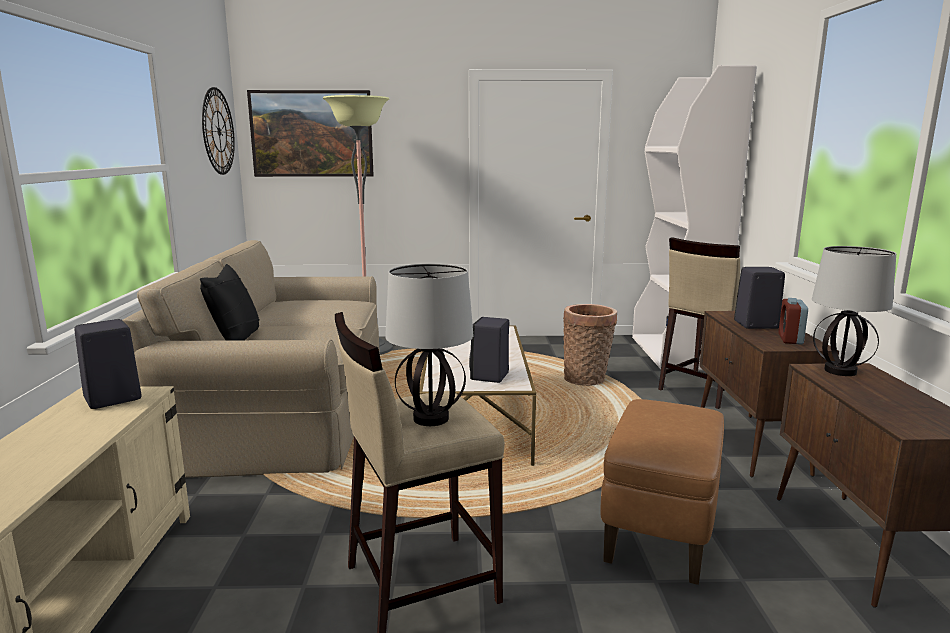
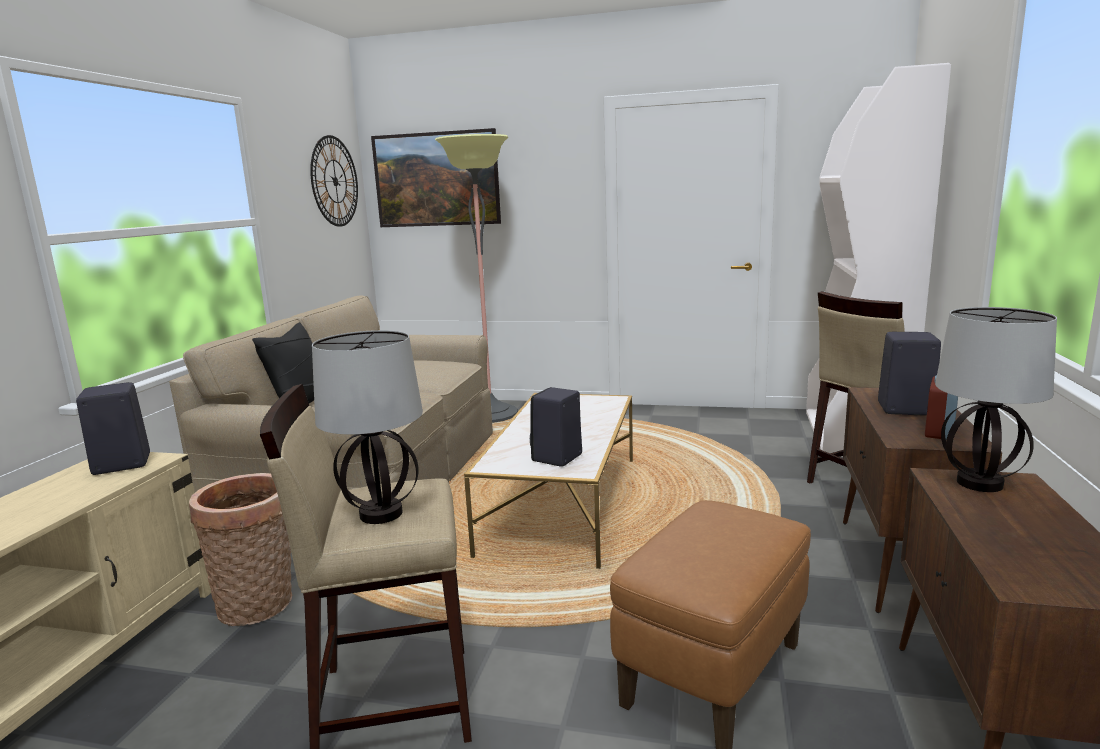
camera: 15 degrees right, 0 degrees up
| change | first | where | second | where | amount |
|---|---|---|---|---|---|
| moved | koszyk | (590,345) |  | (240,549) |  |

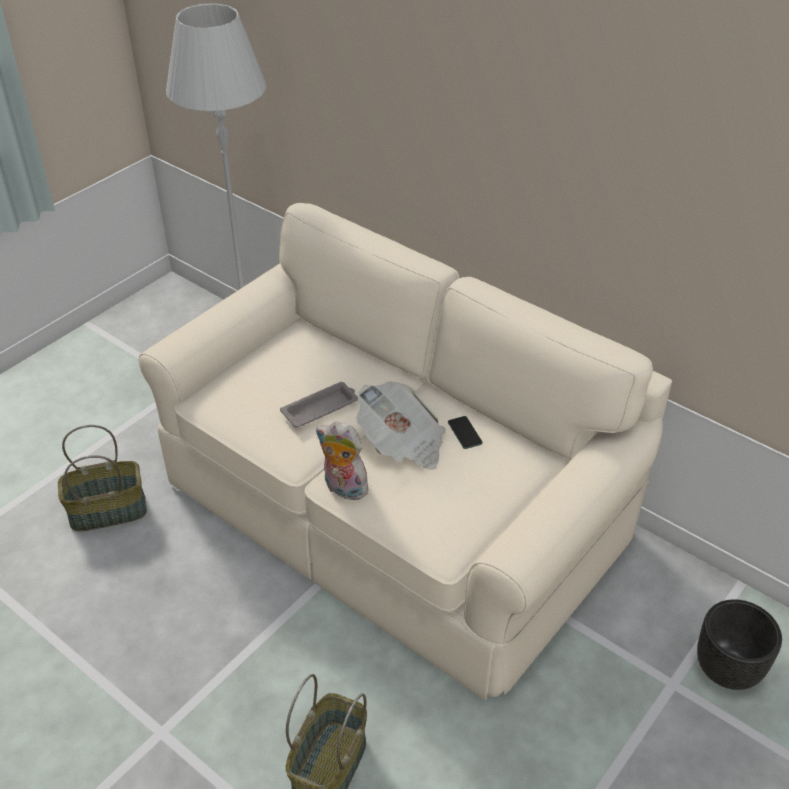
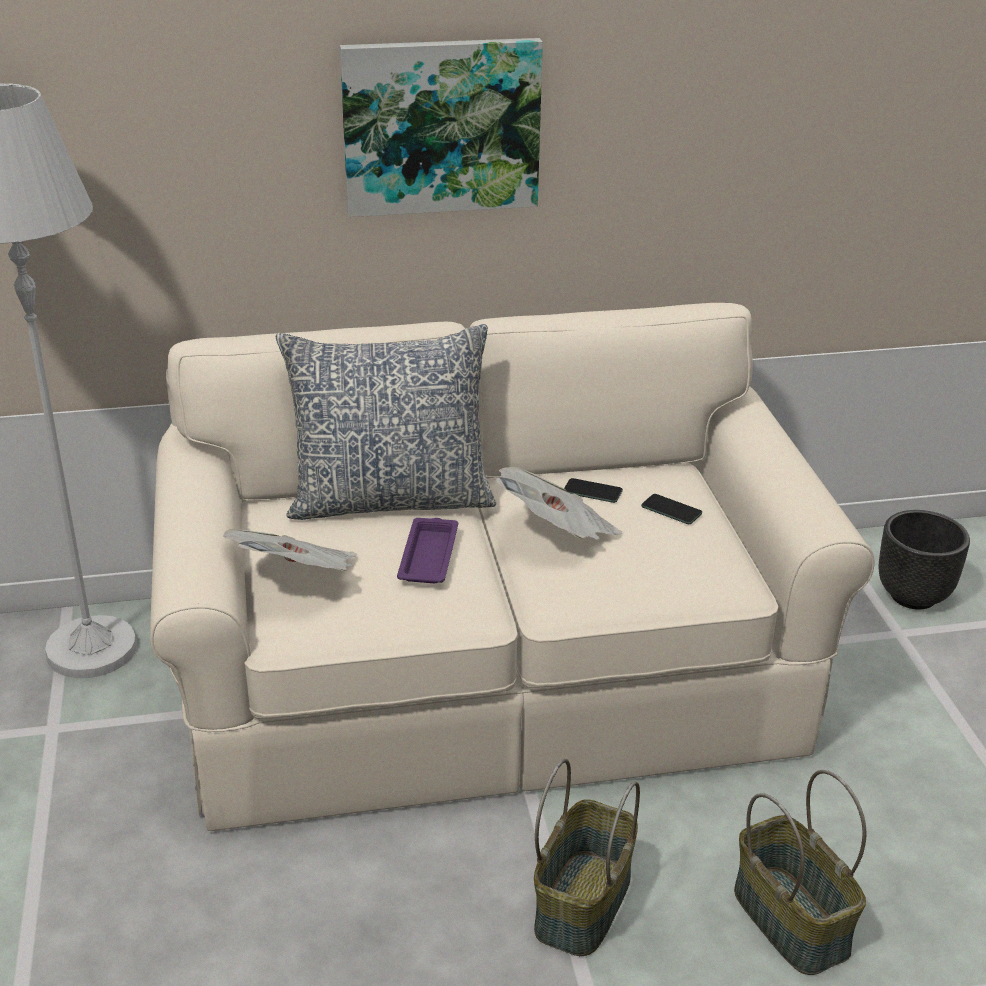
camera: 50 degrees left, 10 degrees down
| change | first | where | second | where | amount |
|---|---|---|---|---|---|
| removed | pluszak | (345,462) |  |  |  |
| added |  |  | gazeta | (290,550) |  |
| added |  |  | poduszka | (386,422) |  |
| added |  |  | obraz | (441,127) |  |
| added |  |  | telefon | (671,509) |  |
| moved | koszyk | (102,478) |  | (587,857) |  |
| recoloured | taca (szary) | (319,404) | taca (fioletowy) | (427,550) |  |

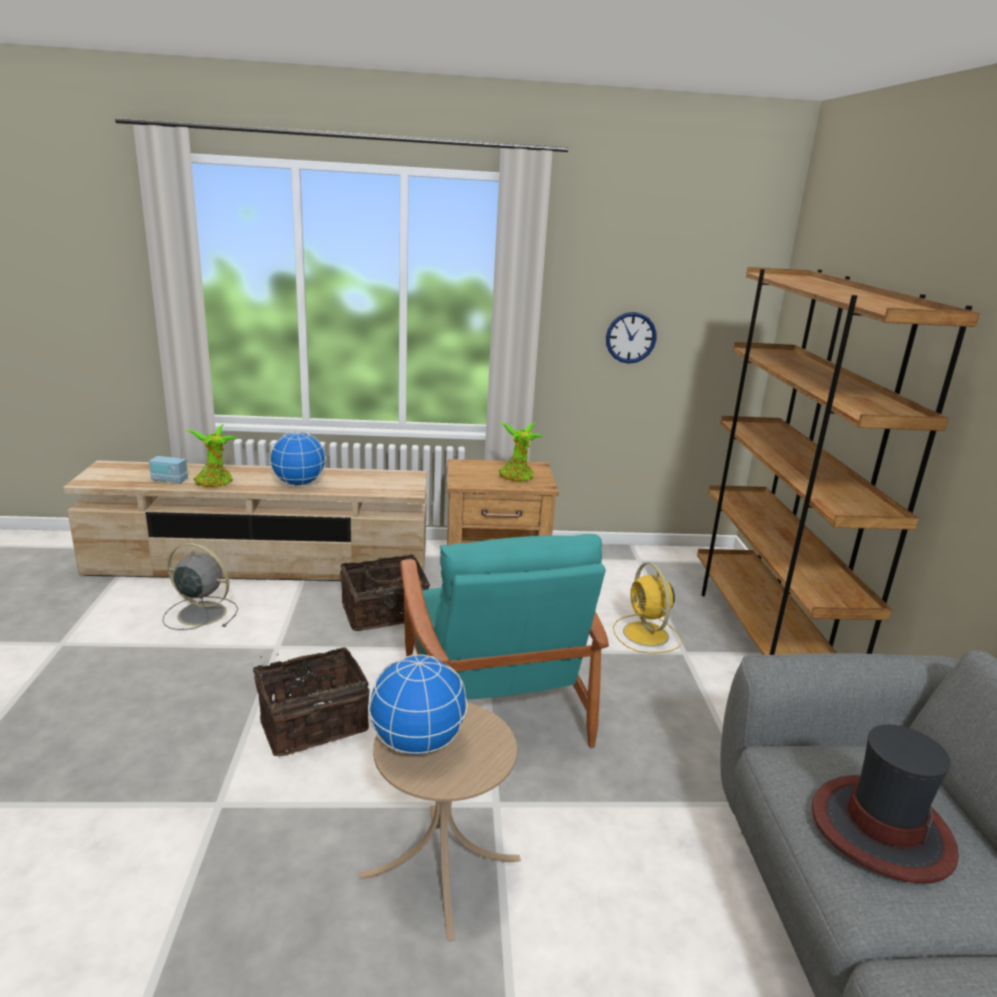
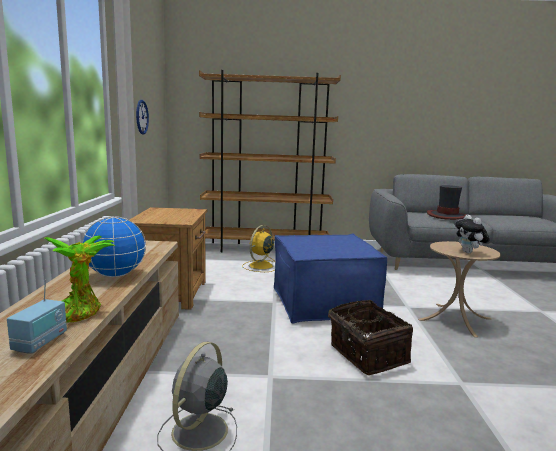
camera: 85 degrees left, 10 degrees down
| change | first | where | second | where | amount |
|---|---|---|---|---|---|
| removed | koszyk | (385,592) |  |  |  |
| removed | roślina doniczkowa | (521,451) |  |  |  |
| replaced | globus | (418,705) | pluszak | (472,233) |  |
| replaced | fotel (turkusowy) | (504,641) | pufa (niebieski) | (330,278) |  |
| turned | wentylator (żółty) | (647,608) |  | (258,248) | 135 degrees clockwise |

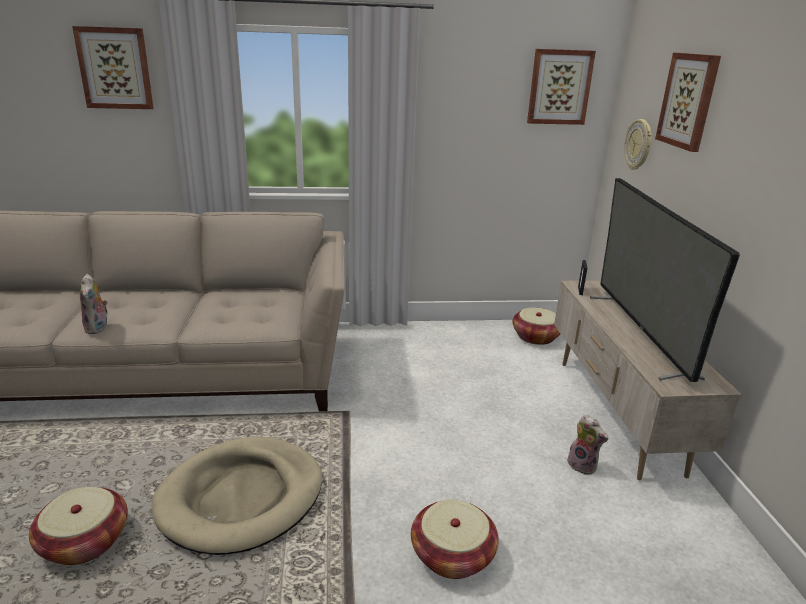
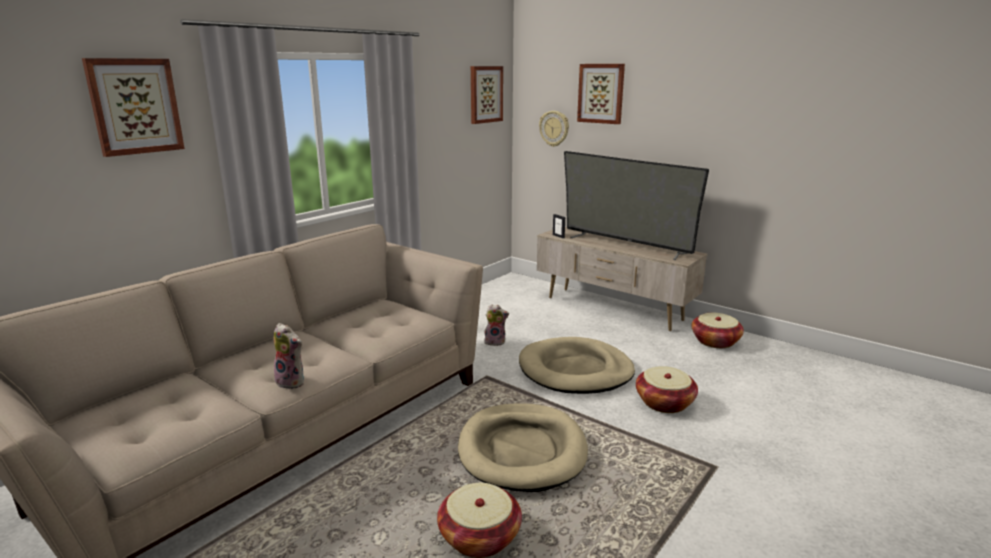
camera: 45 degrees left, 5 degrees down
| change | first | where | second | where | amount |
|---|---|---|---|---|---|
| added |  |  | legowisko (beżowy) | (577,365) |  |
| moved | koszyk | (536,326) |  | (717,330) |  |
| moved | pluszak | (587,445) |  | (496,325) |  |

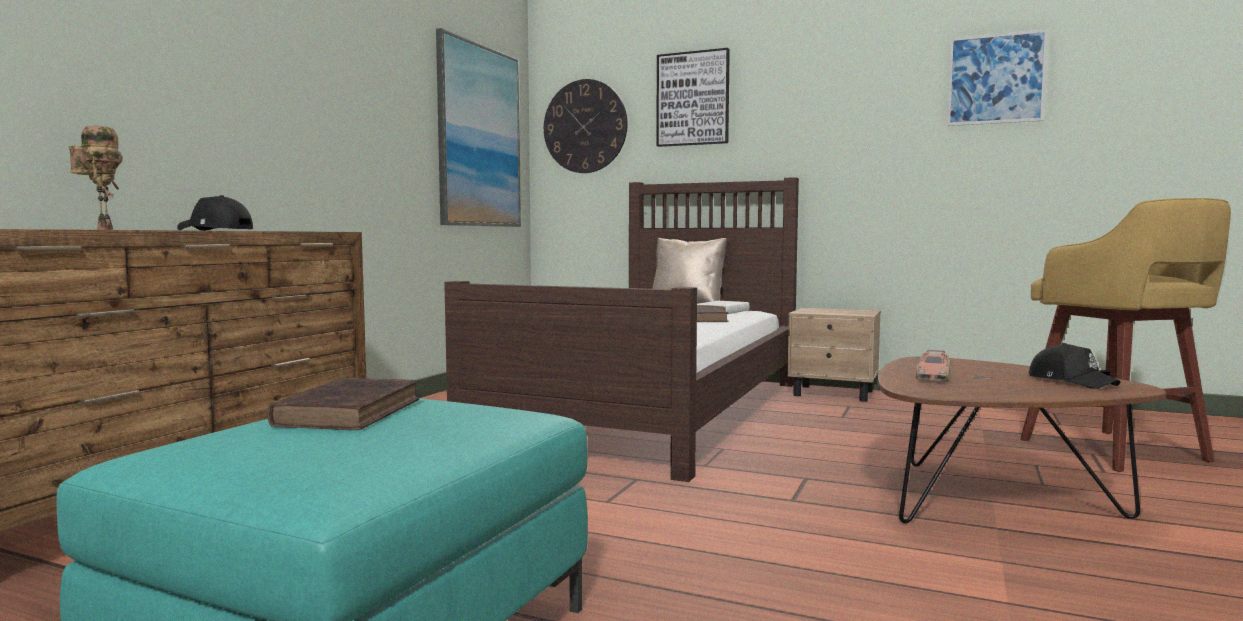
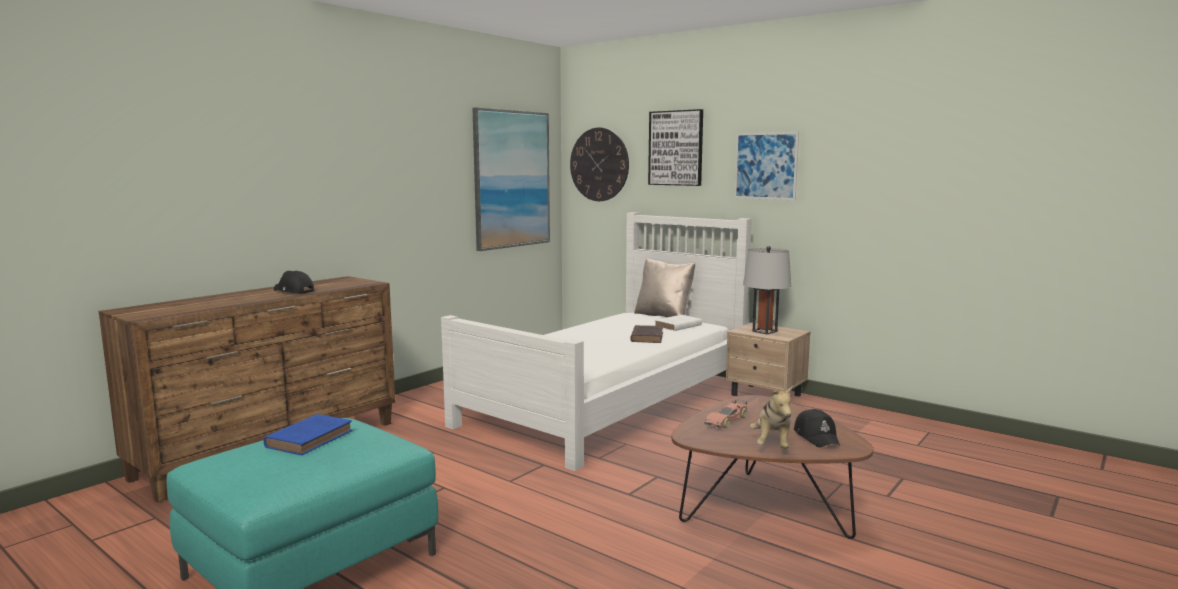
camera: 15 degrees right, 5 degrees up
| change | first | where | second | where | amount |
|---|---|---|---|---|---|
| removed | robot zabawkowy | (96,178) |  |  |  |
| removed | stołek (żółty) | (1125,335) |  |  |  |
| added |  |  | lampa stołowa (szary) | (767,290) |  |
| added |  |  | pluszak | (771,417) |  |
| moved | obraz | (997,77) |  | (766,166) |  |
| recoloured | książka (brązowy) | (343,404) | książka (niebieski) | (308,434) |  |
| recoloured | łóżko (brązowy) | (621,329) | łóżko (biały) | (596,341) |  |

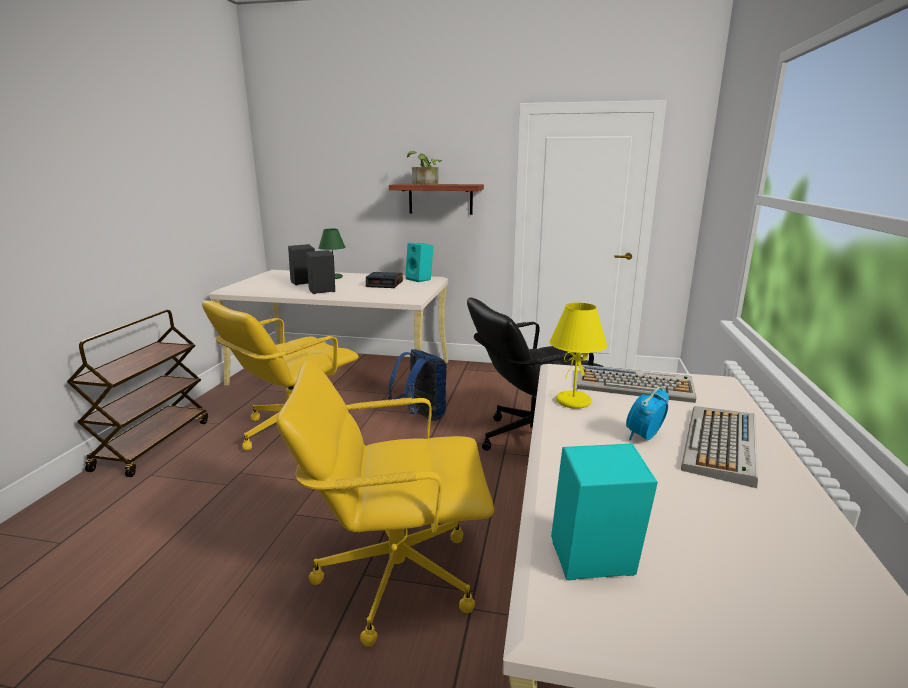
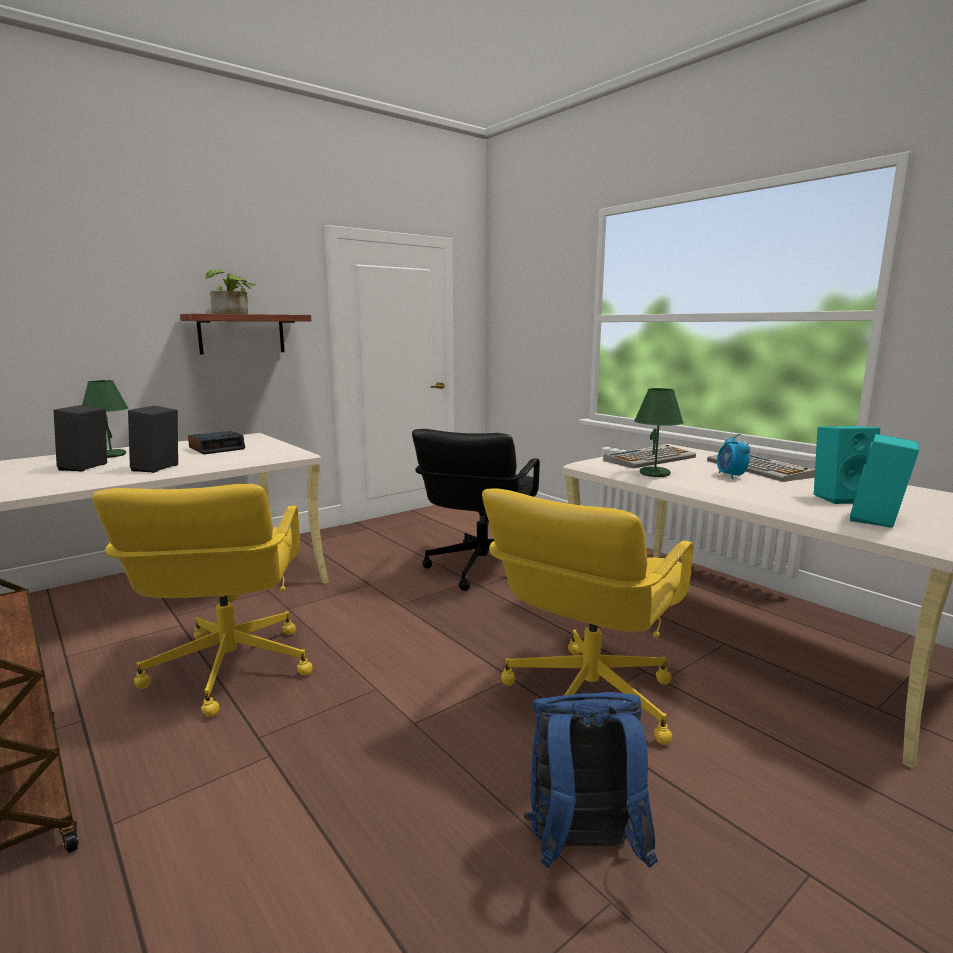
camera: 50 degrees left, 5 degrees down
| change | first | where | second | where | amount |
|---|---|---|---|---|---|
| moved | plecak (niebieski) | (417,385) |  | (590,780) |  |
| moved | głośnik (turkusowy) | (419,262) |  | (847,465) |  |
| recoloured | lampa stołowa (żółty) | (578,356) | lampa stołowa (zielony) | (659,432) |  |

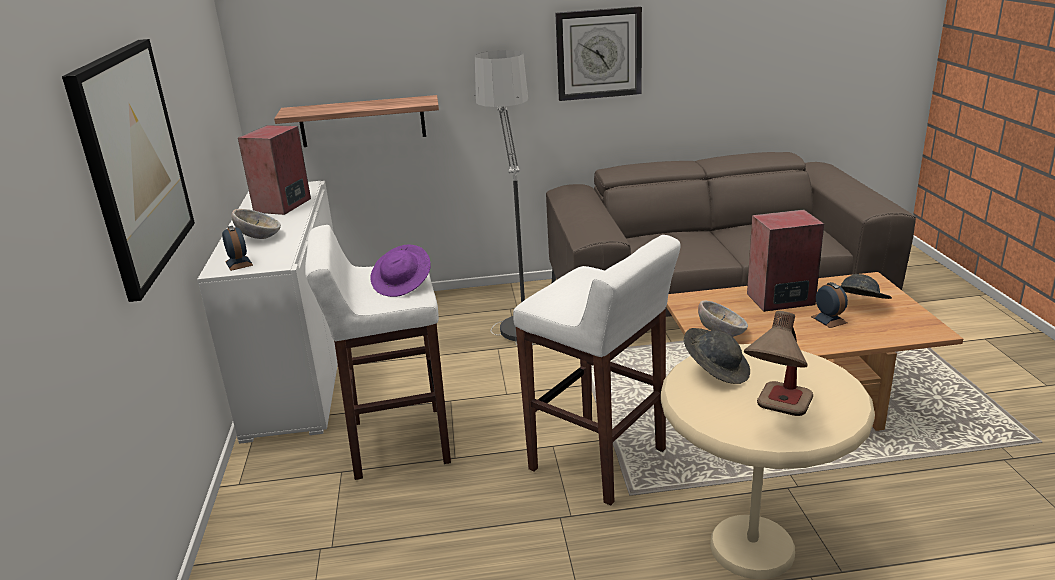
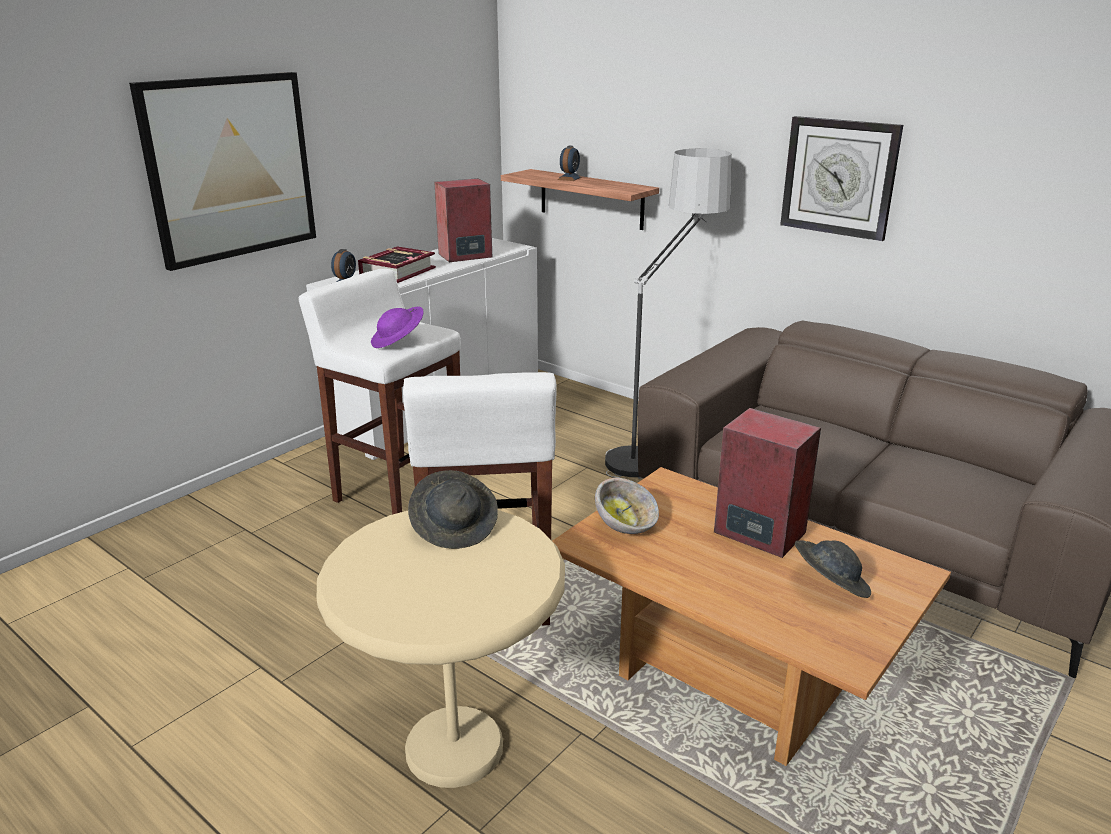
camera: 45 degrees right, 0 degrees up
| change | first | where | second | where | amount |
|---|---|---|---|---|---|
| removed | lampa stołowa | (778,363) |  |  |  |
| moved | budzik | (829,305) |  | (569,163) |  |
| replaced | miska | (256,224) | książka | (397,264) |  |

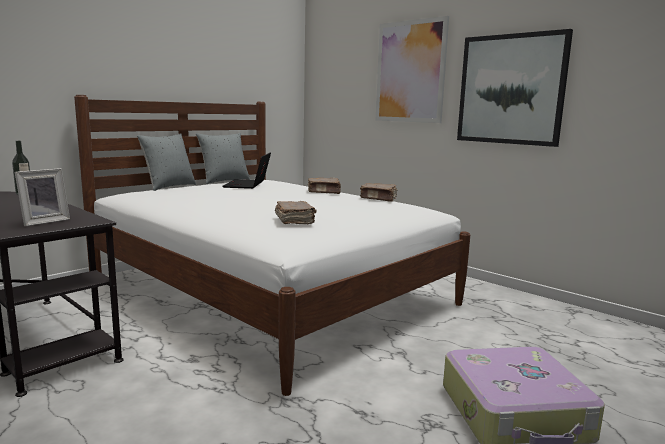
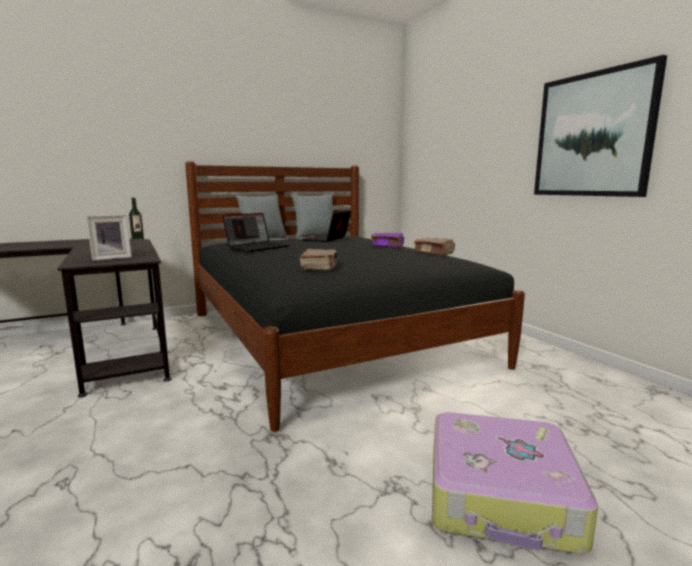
camera: 20 degrees right, 0 degrees up
| change | first | where | second | where | amount |
|---|---|---|---|---|---|
| removed | obraz | (412,69) |  |  |  |
| added |  |  | laptop | (255,232) |  |
| recoloured | łóżko (biały) | (272,245) | łóżko (czarny) | (355,296) |  |
| recoloured | książka (brązowy) | (324,186) | książka (fioletowy) | (387,240) |  |

